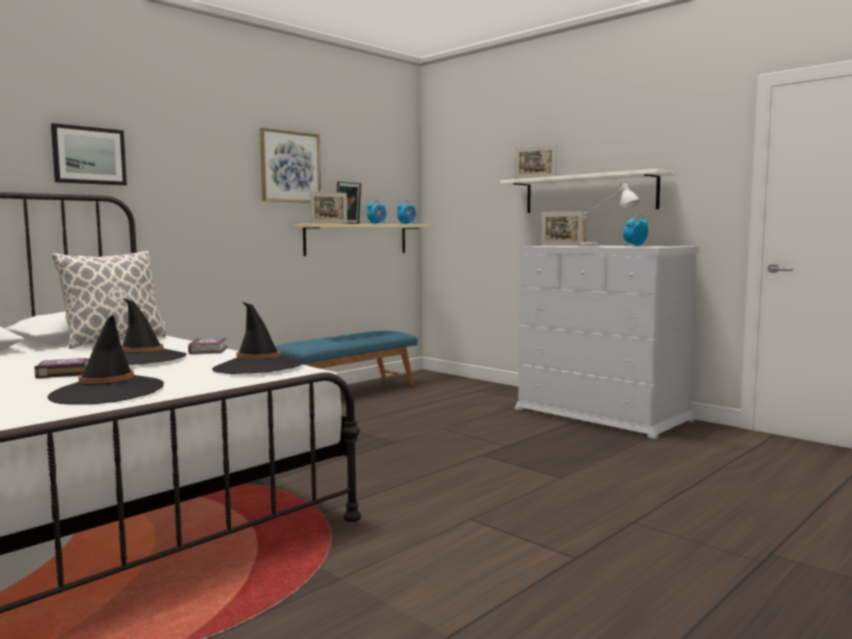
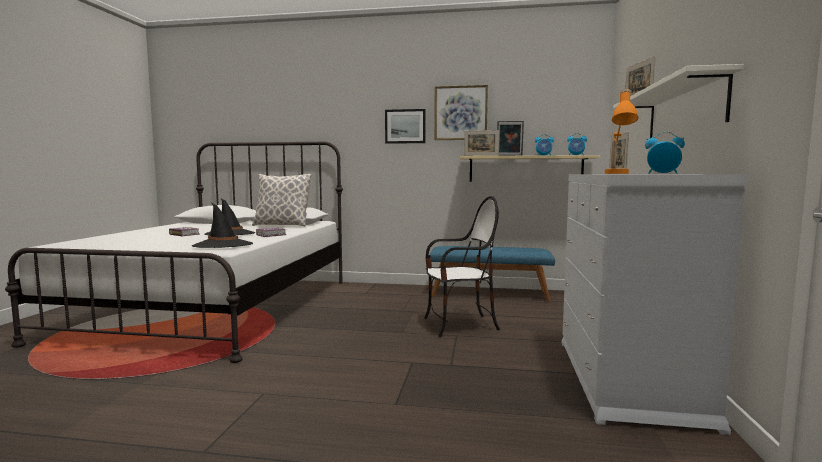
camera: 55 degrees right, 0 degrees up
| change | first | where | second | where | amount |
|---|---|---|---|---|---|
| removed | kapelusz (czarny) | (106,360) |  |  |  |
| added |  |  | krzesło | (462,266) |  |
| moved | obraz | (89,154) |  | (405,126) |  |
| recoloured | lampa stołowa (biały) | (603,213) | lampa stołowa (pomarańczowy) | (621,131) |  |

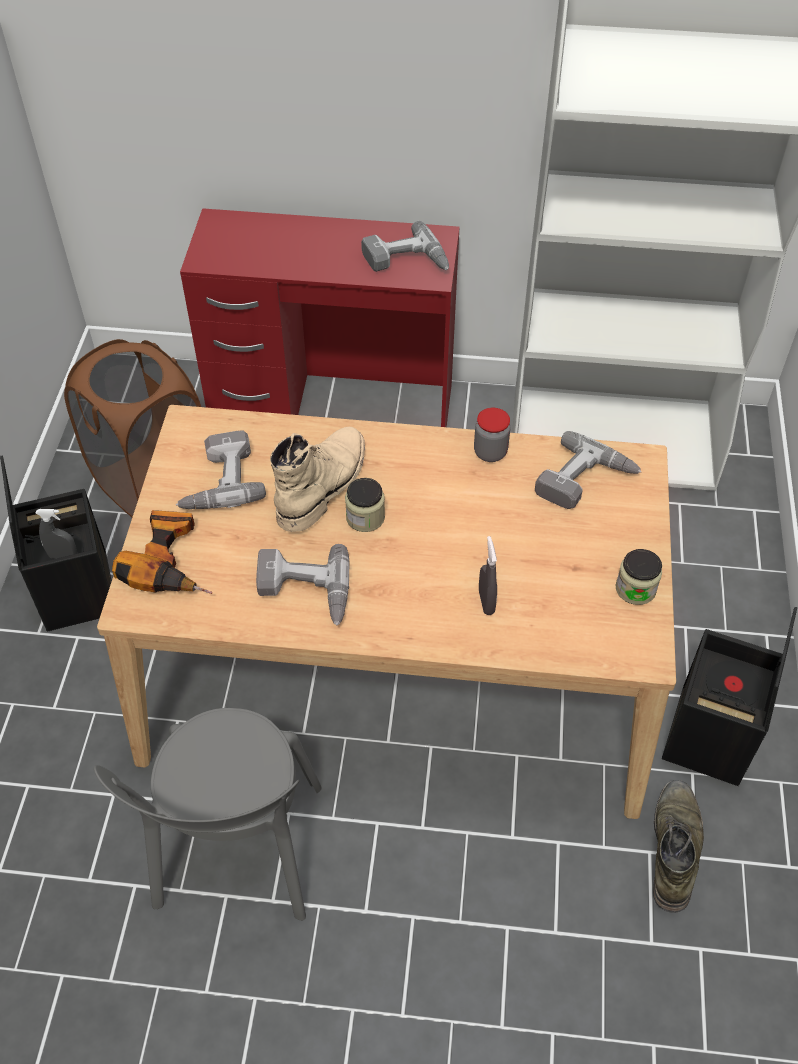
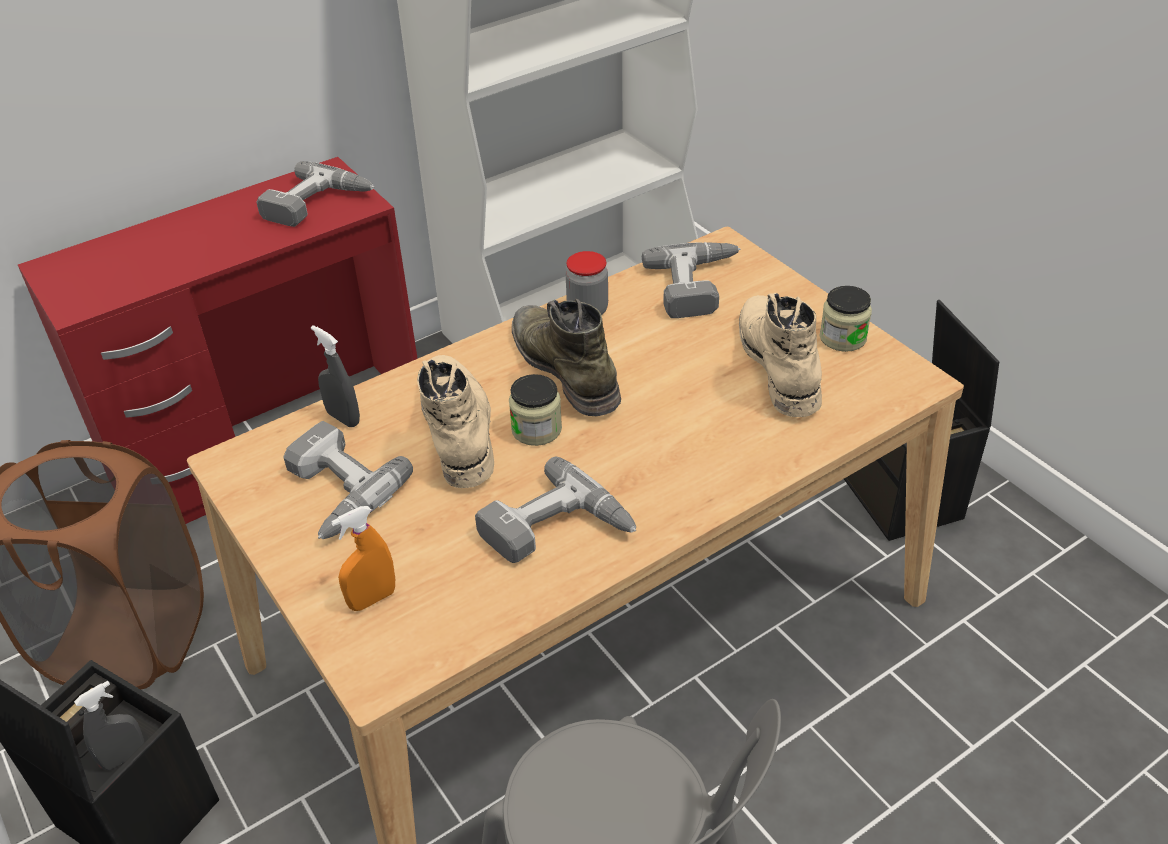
camera: 40 degrees left, 10 degrees down
| change | first | where | second | where | amount |
|---|---|---|---|---|---|
| added |  |  | but z cholewką (beżowy) | (780,355) |  |
| moved | spryskiwacz (szary) | (488,575) |  | (335,376) |  |
| moved | but z cholewką (zielony) | (678,846) |  | (566,357) |  |
| replaced | wiertarka | (162,552) | spryskiwacz (pomarańczowy) | (363,558) |  |

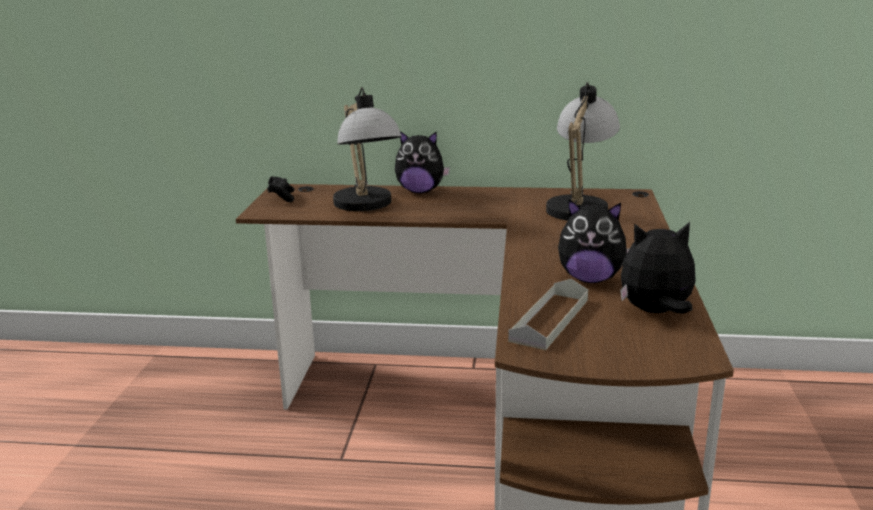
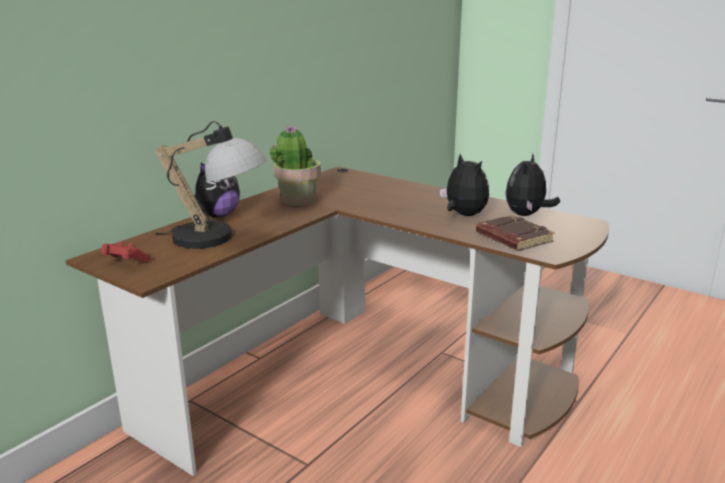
camera: 60 degrees left, 0 degrees up
| change | first | where | second | where | amount |
|---|---|---|---|---|---|
| removed | lampa stołowa | (583,151) |  |  |  |
| added |  |  | roślina doniczkowa | (295,165) |  |
| replaced | taca (szary) | (548,314) | książka (brązowy) | (515,233) |  |
| recoloured | pad do gier (czarny) | (281,189) | pad do gier (czerwony) | (126,251) |  |
| turned | pluszak | (594,241) |  | (464,185) | 75 degrees counterclockwise |

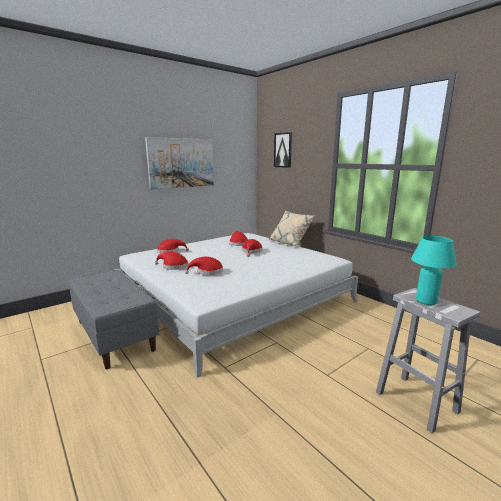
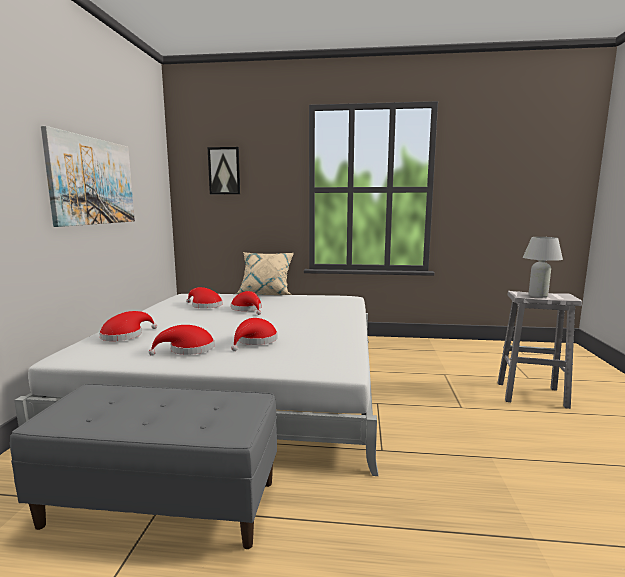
camera: 45 degrees left, 5 degrees down
| change | first | where | second | where | amount |
|---|---|---|---|---|---|
| recoloured | lampa stołowa (turkusowy) | (434,270) | lampa stołowa (biały) | (543,267) |  |

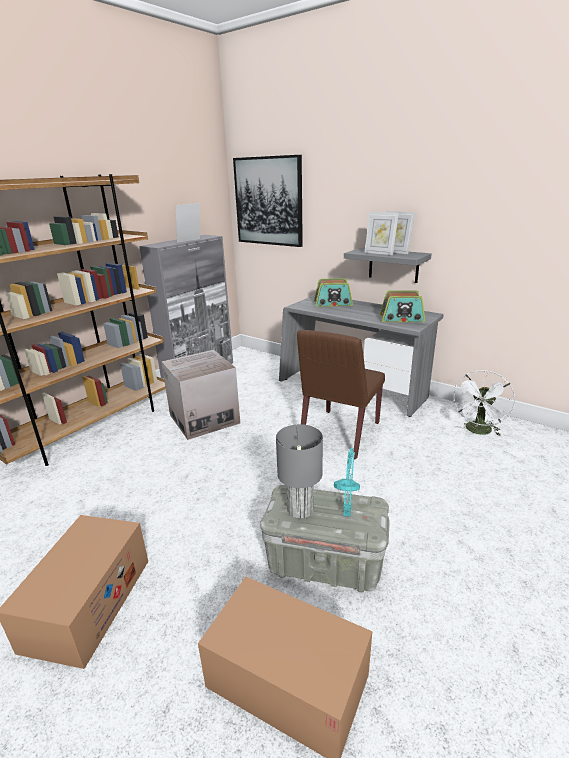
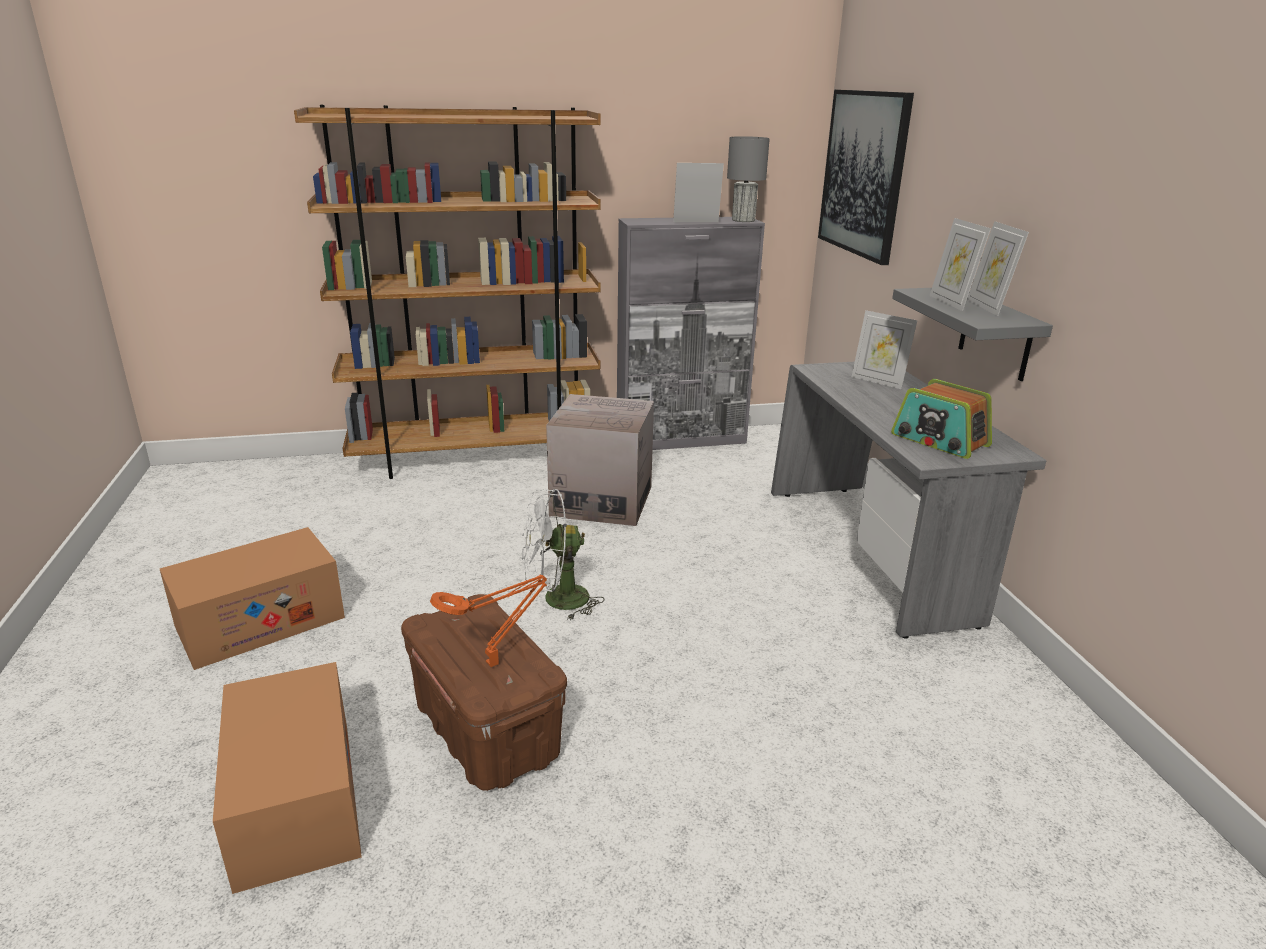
camera: 40 degrees right, 0 degrees up
| change | first | where | second | where | amount |
|---|---|---|---|---|---|
| removed | krzesło (brązowy) | (341,394) |  |  |  |
| moved | lampa stołowa (szary) | (299,471) |  | (748,179) |  |
| moved | wentylator (biały) | (484,403) |  | (563,554) |  |
| replaced | radio | (333,292) | ramka na zdjęcie | (884,349) |  |
| recoloured | pojemnik do przechowywania (szary) | (325,539) | pojemnik do przechowywania (brązowy) | (484,692) |  |
| recoloured | lampa stołowa (turkusowy) | (347,482) | lampa stołowa (pomarańczowy) | (488,620) |  |

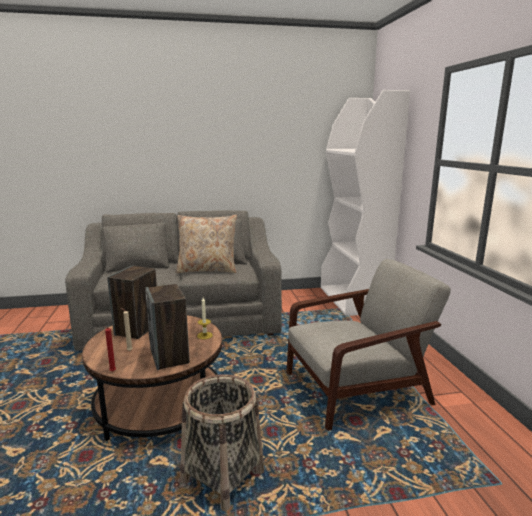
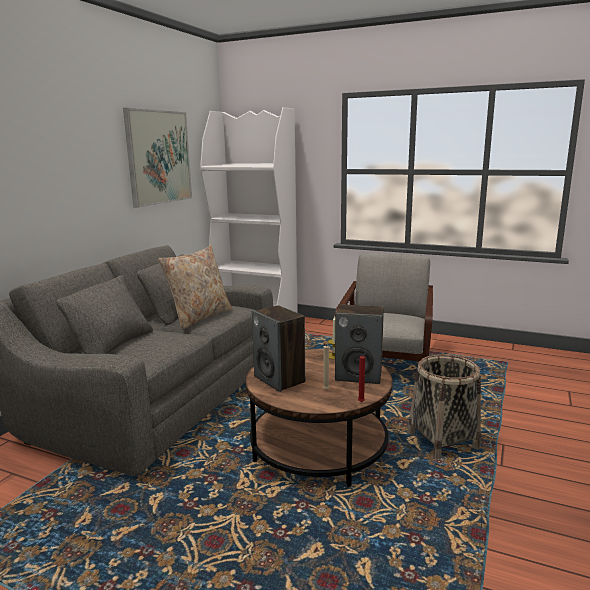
camera: 55 degrees left, 0 degrees up
| change | first | where | second | where | amount |
|---|---|---|---|---|---|
| added |  |  | obraz | (157,158) |  |

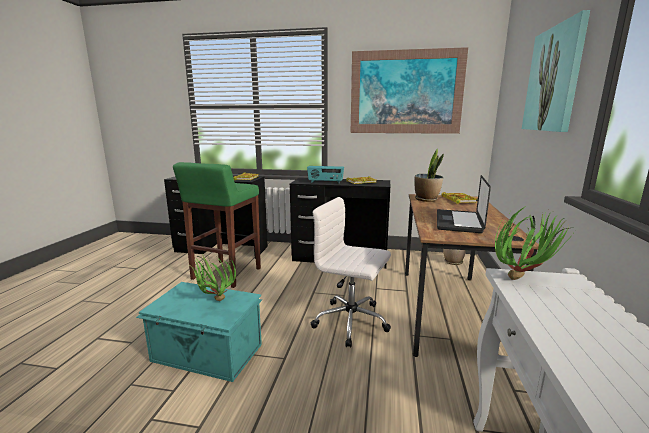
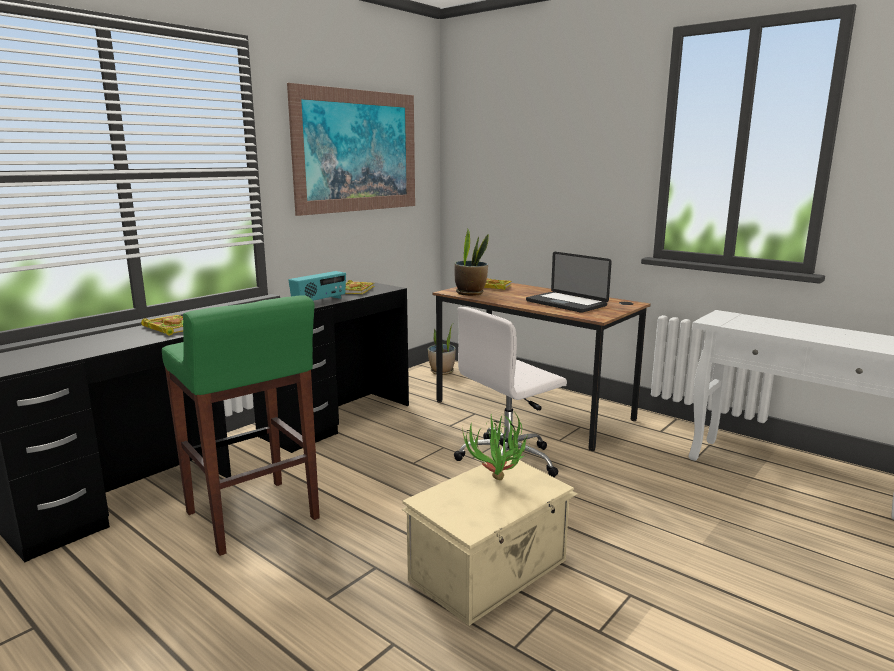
camera: 60 degrees left, 0 degrees up
| change | first | where | second | where | amount |
|---|---|---|---|---|---|
| removed | roślina doniczkowa | (535,243) |  |  |  |
| removed | obraz | (556,71) |  |  |  |
| recoloured | pojemnik do przechowywania (turkusowy) | (199,332) | pojemnik do przechowywania (beżowy) | (489,541) |  |

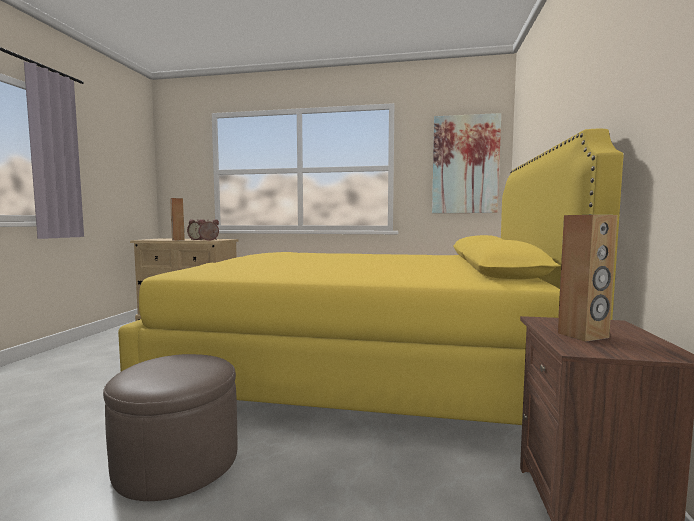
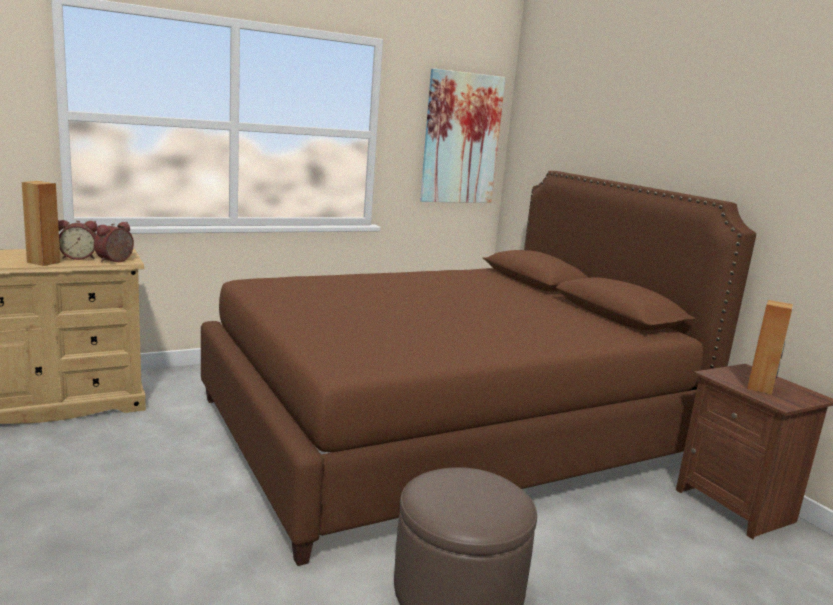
camera: 40 degrees left, 10 degrees up
| change | first | where | second | where | amount |
|---|---|---|---|---|---|
| recoloured | łóżko (żółty) | (370,276) | łóżko (brązowy) | (478,368) |  |

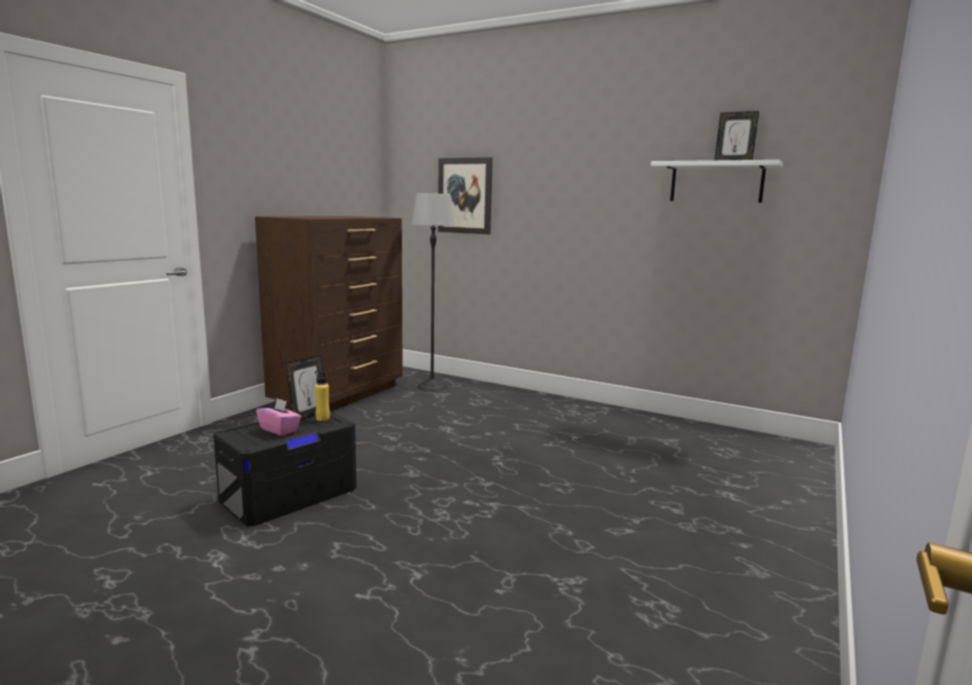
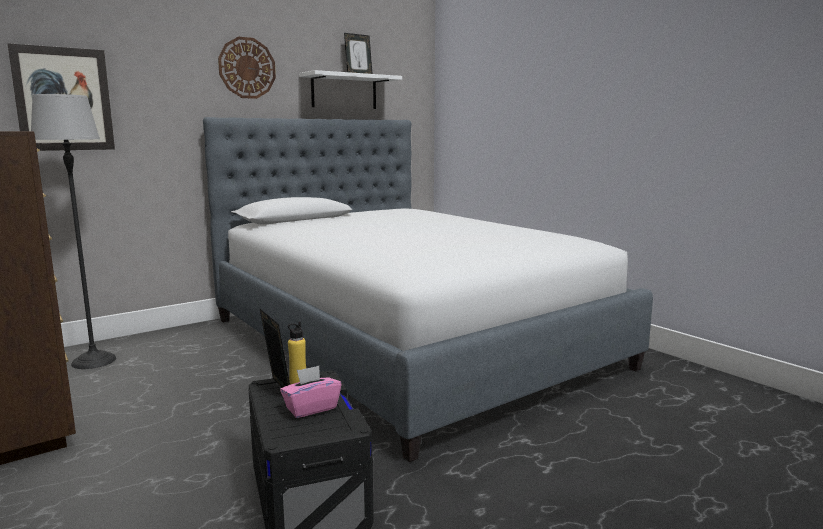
camera: 65 degrees left, 0 degrees up
| change | first | where | second | where | amount |
|---|---|---|---|---|---|
| added |  |  | łóżko | (428,289) |  |
| added |  |  | zegar ścienny | (247,67) |  |

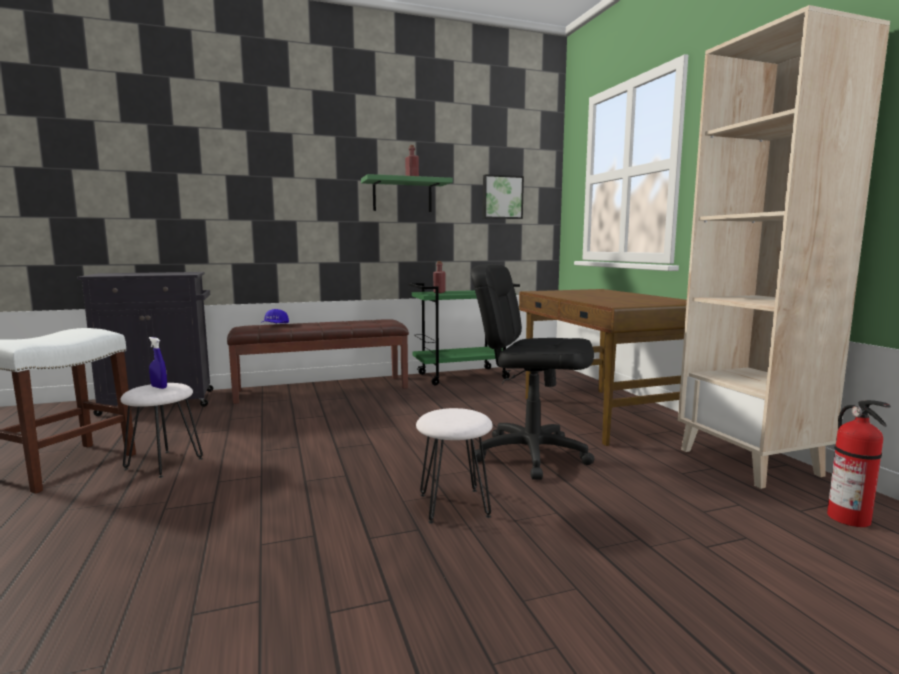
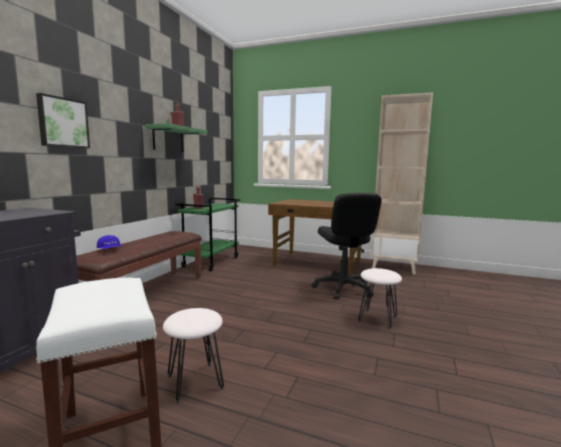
camera: 50 degrees left, 0 degrees up
| change | first | where | second | where | amount |
|---|---|---|---|---|---|
| removed | spryskiwacz (niebieski) | (158,363) |  |  |  |
| removed | gaśnica | (859,463) |  |  |  |
| moved | obraz | (503,196) |  | (63,120) |  |
| turned | krzesło biurowe (czarny) | (533,372) |  | (346,246) | 75 degrees counterclockwise |

